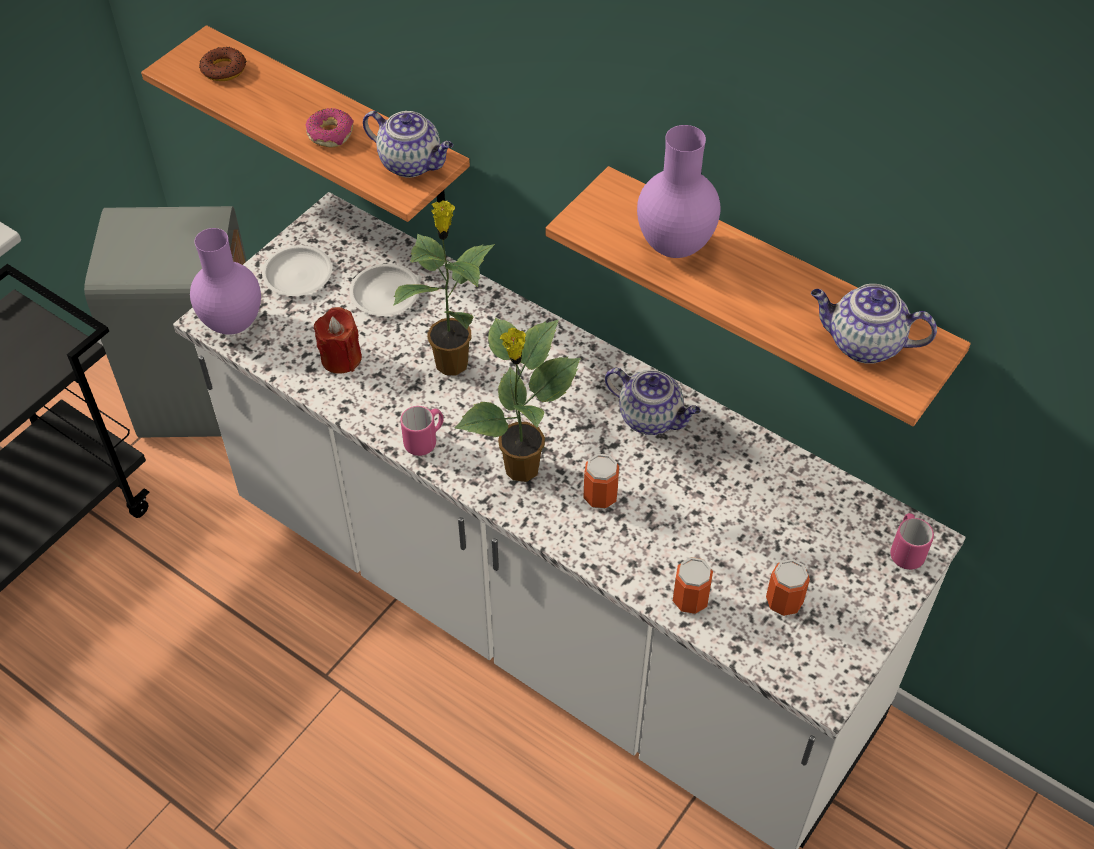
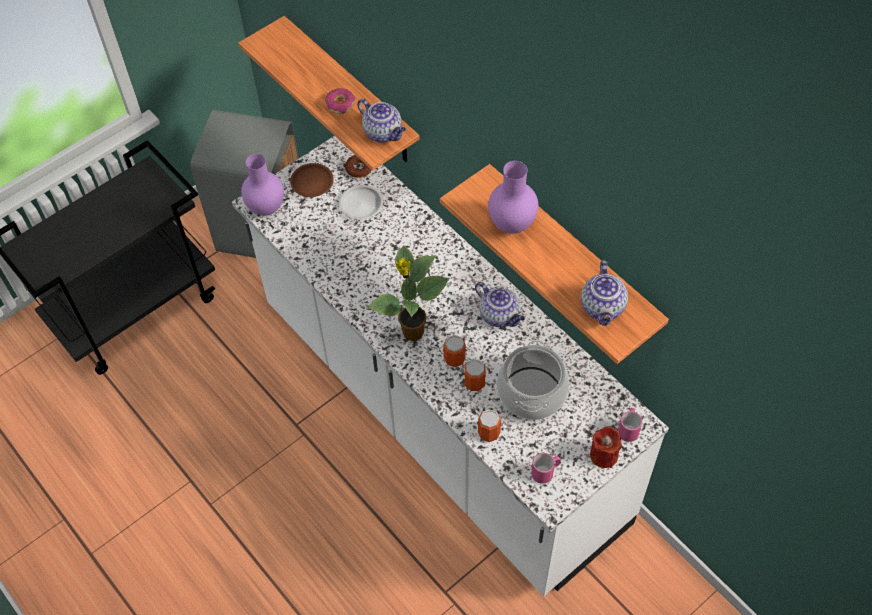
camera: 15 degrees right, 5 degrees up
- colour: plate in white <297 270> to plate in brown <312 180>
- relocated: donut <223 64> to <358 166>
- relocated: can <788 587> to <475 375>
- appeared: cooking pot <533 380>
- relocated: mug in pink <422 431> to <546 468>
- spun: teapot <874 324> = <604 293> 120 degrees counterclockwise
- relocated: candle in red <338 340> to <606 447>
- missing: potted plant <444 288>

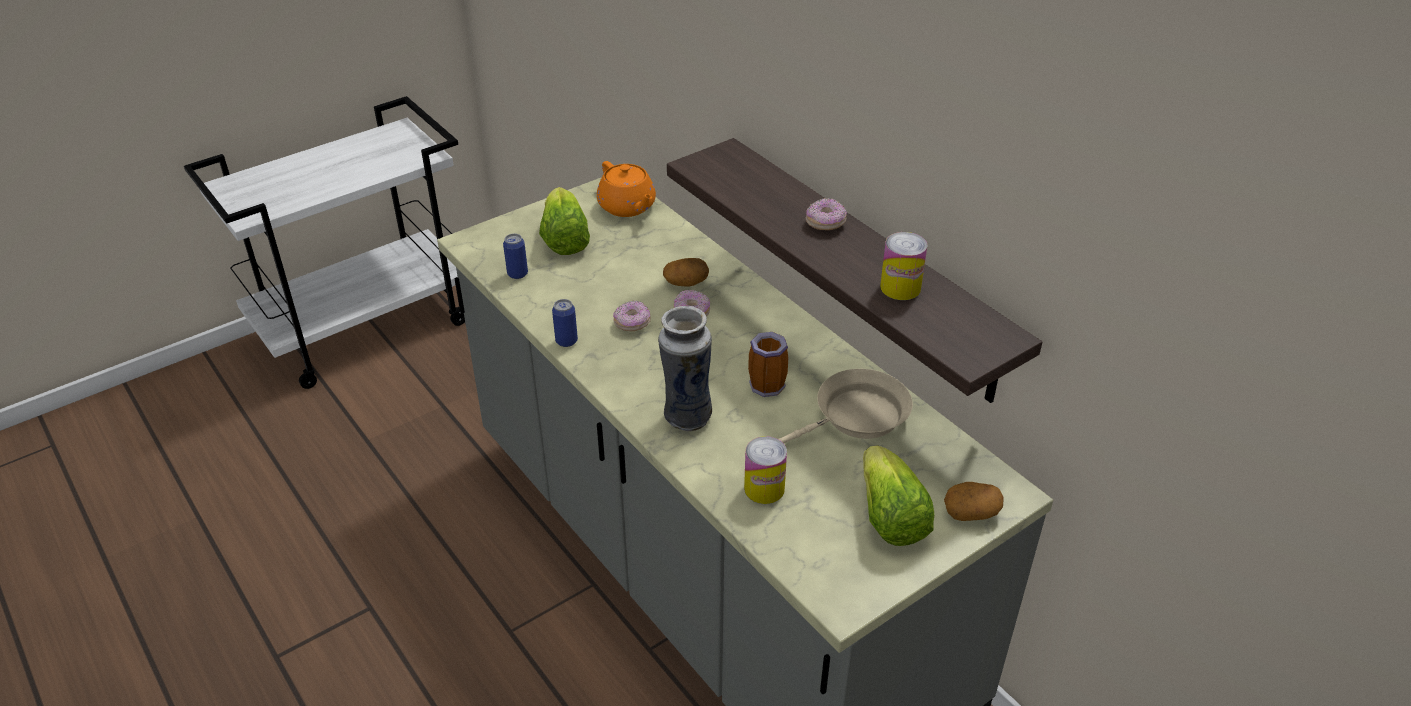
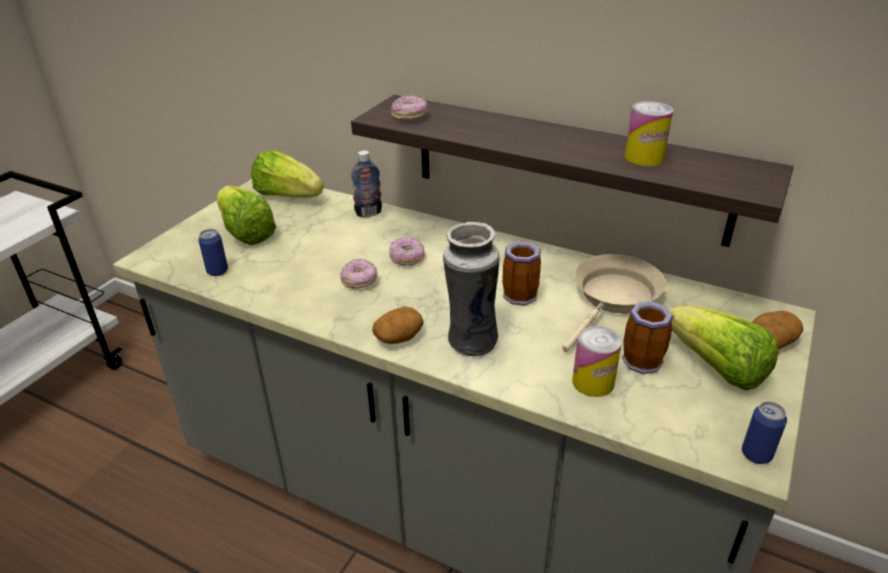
camera: 25 degrees left, 5 degrees down
- exchanged: teapot in orange <626 189> to lettuce <287 173>
- appeared: bottle <366 183>
- relocated: potato <686 272> to <397 325>
- relocated: donut <826 214> to <409 108>
- appeared: mug <648 337>
- relocated: can <565 323> to <764 432>

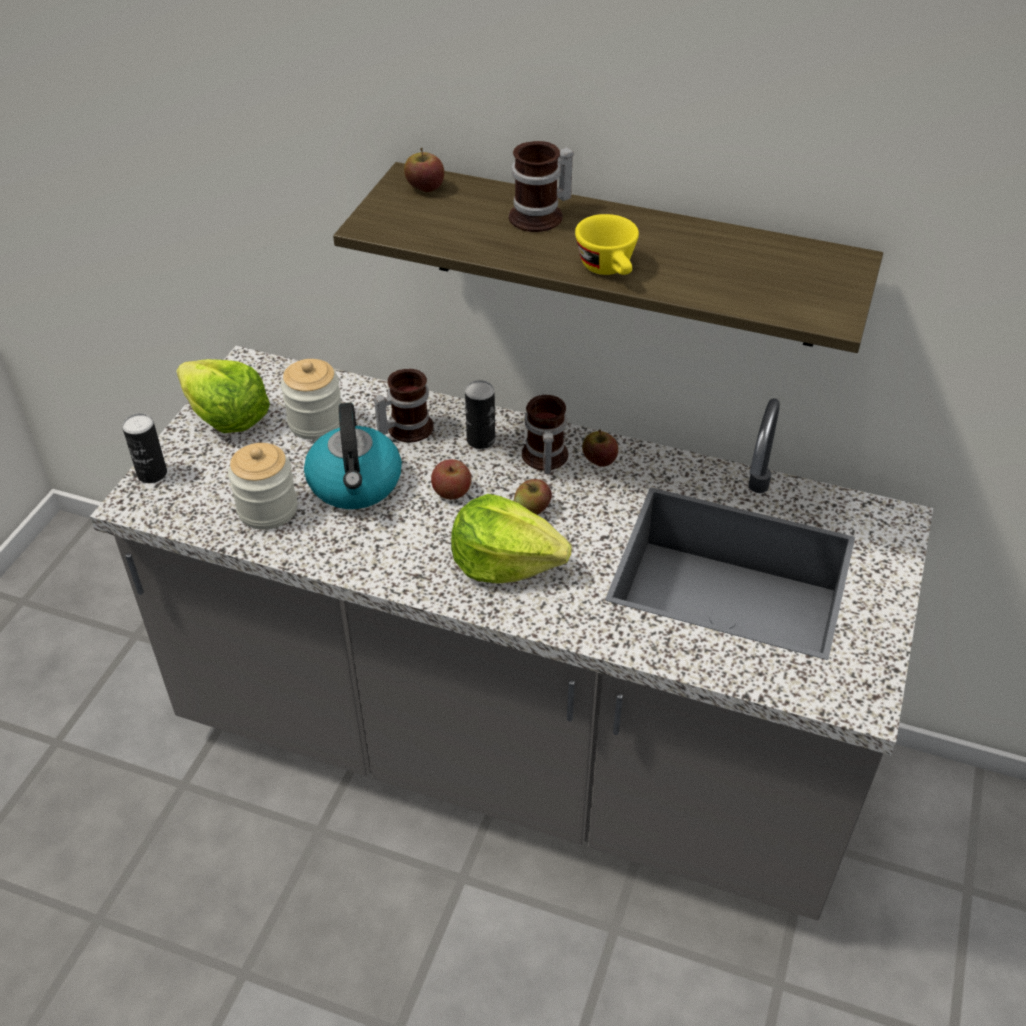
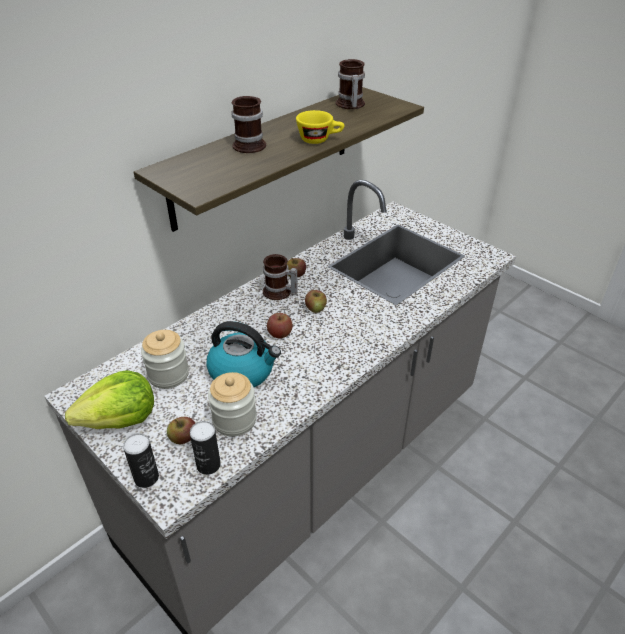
camera: 65 degrees left, 5 degrees down
- relocated: apple <424 170> to <181 430>
- relocated: can <480 414> to <205 448>
- relocated: mug <404 405> to <350 84>
- missing: lettuce <511 539>

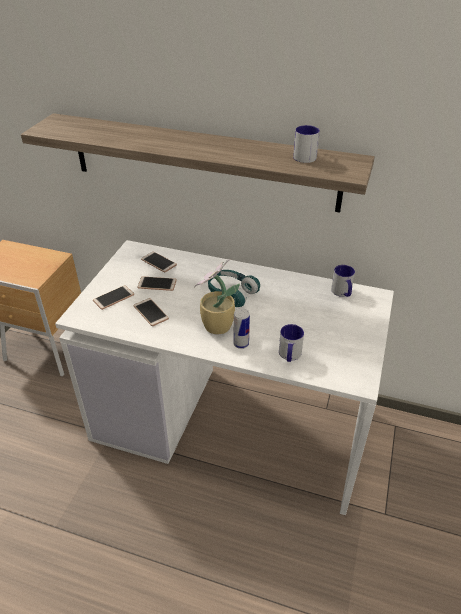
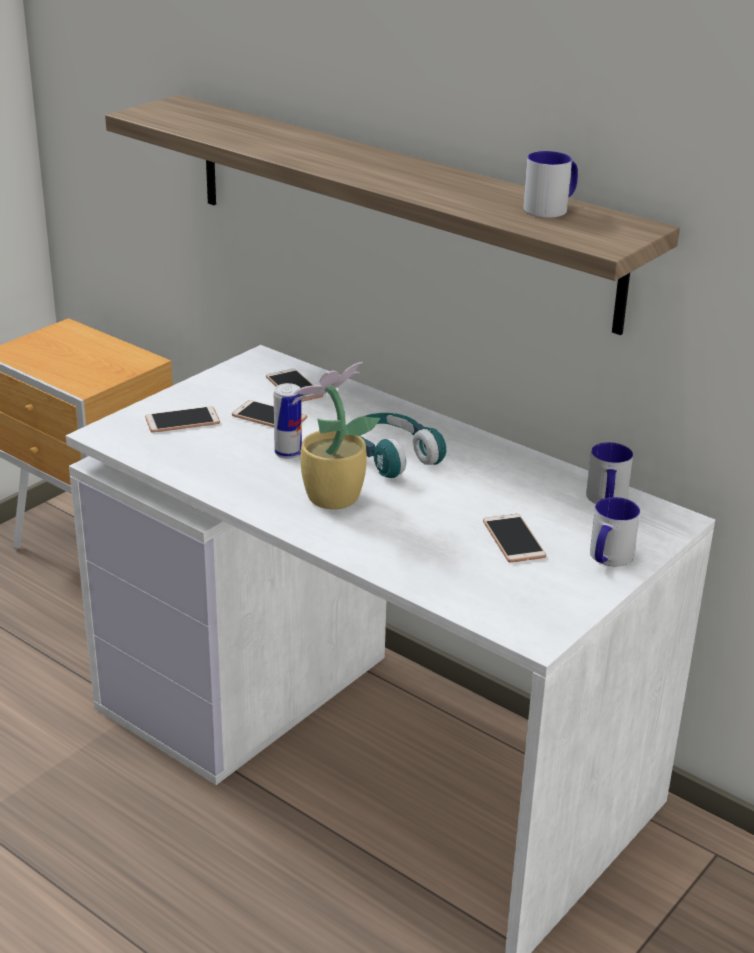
camera: 20 degrees right, 10 degrees down
- relocated: can <242 328> to <288 421>
- relocated: phone <151 312> to <514 538>
- relocated: mug <291 343> to <615 531>

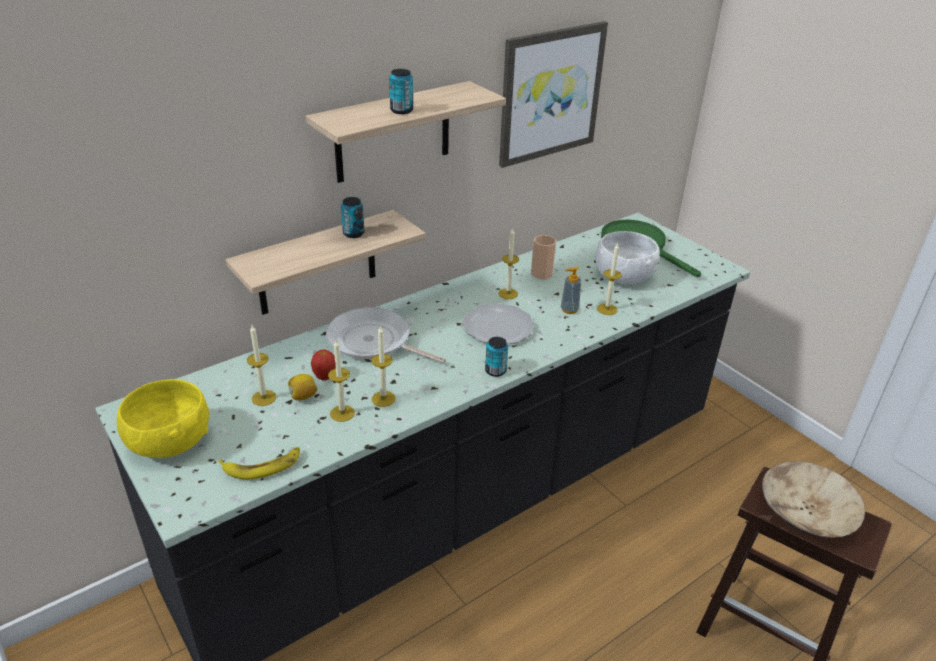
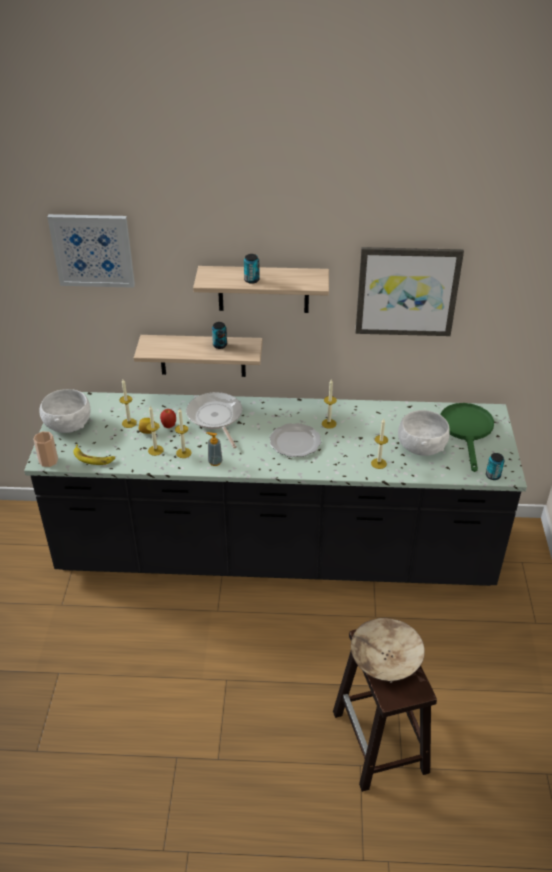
camera: 40 degrees right, 5 degrees up
- relocated: cup <544 257> to <45 449>
- colour: bowl in yellow <163 418> to bowl in white <64 411>
- appeared: picture <91 251>
- relocated: soap dispenser <571 290> to <214 449>
- relocated: can <496 357> to <495 466>

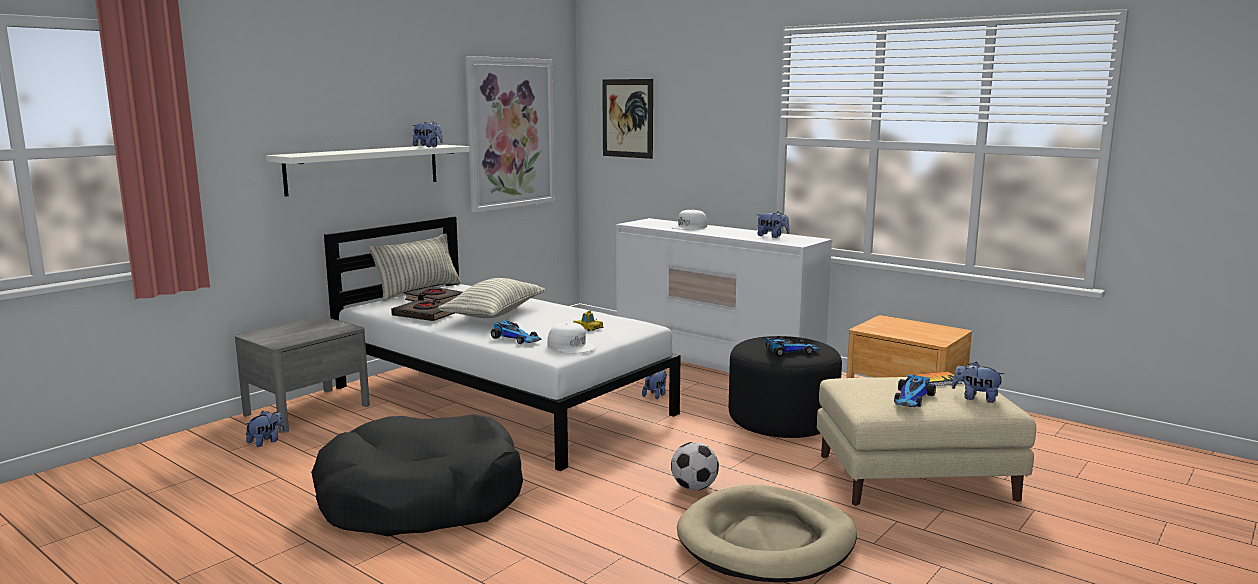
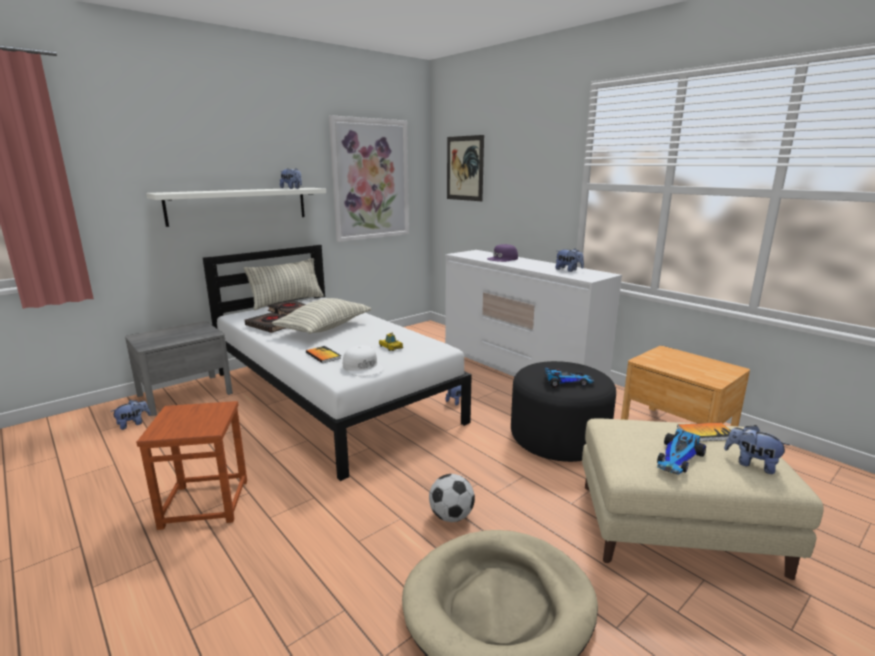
camera: 10 degrees right, 5 degrees up
- exchanged: dog bed in black <417 475> to stool in brown <191 465>
- exchanged: toy car <516 332> to book <323 354>
- colour: cap in white <689 219> to cap in purple <502 253>

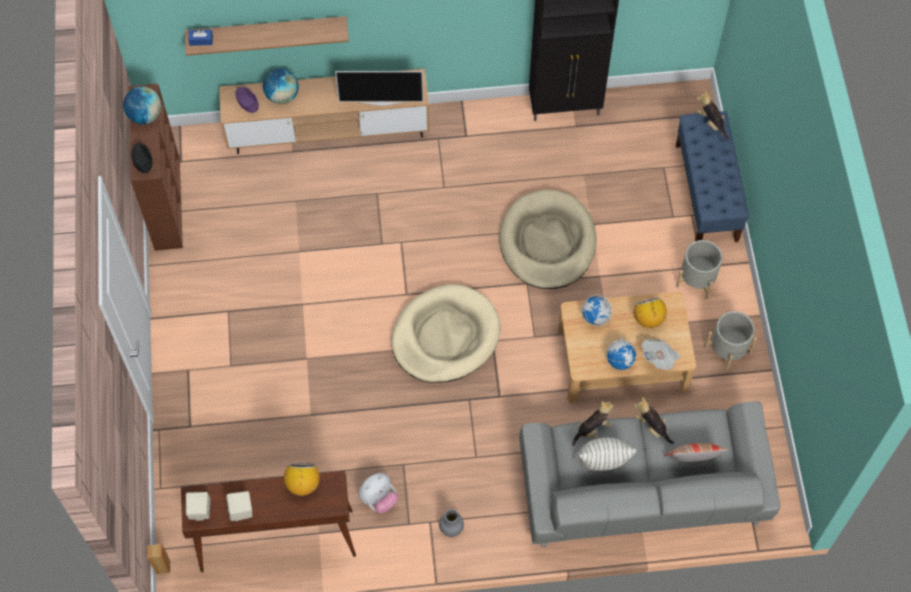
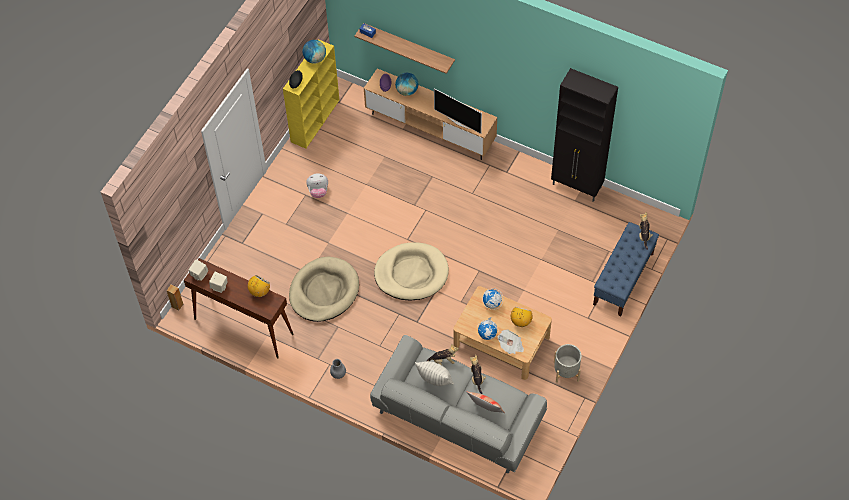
camera: 35 degrees right, 5 degrees down
- colour: bookcase in brown <156 167> to bookcase in yellow <311 94>
- relocated: dog bed in beige <548 239> to <324 289>
- relocated: plush toy <378 493> to <317 185>
- missing: planter in grey <699 269>

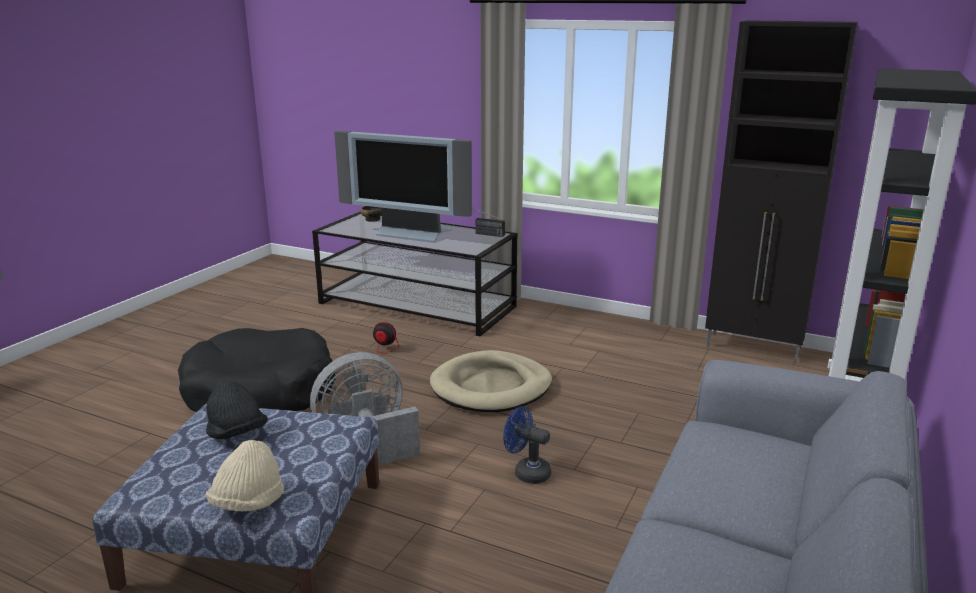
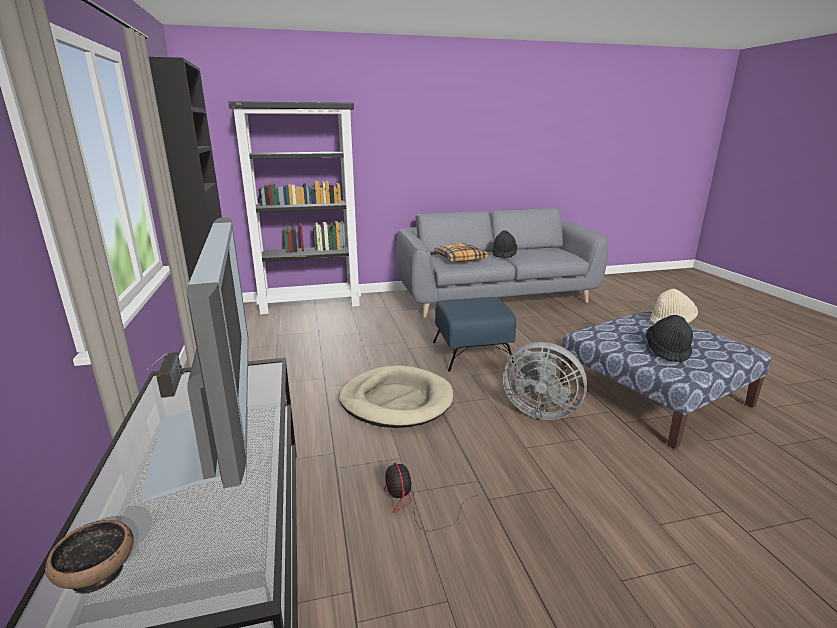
camera: 130 degrees left, 0 degrees up
- exchanged: fan in blue <527 445> to ottoman in blue <474 334>
- appeared: pillow <461 252>
- appeared: hat in black <504 244>
- missing: dog bed in black <257 370>

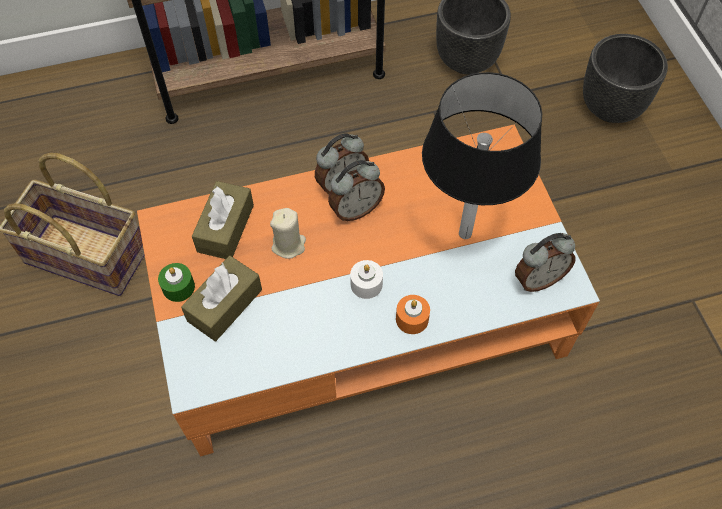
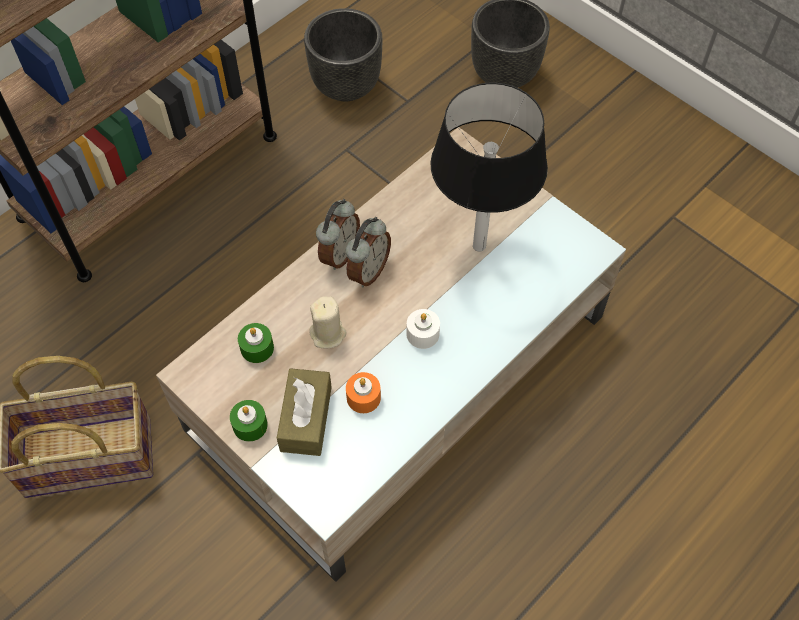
camera: 30 degrees left, 0 degrees up
- colour: coffee table in orange <368 290> to coffee table in beige <391 355>
- exchanged: tissue box in brown <223 220> to candle in green <256 343>
- relocated: candle in orange <413 314> to <363 392>
- missing: alarm clock <545 262>

